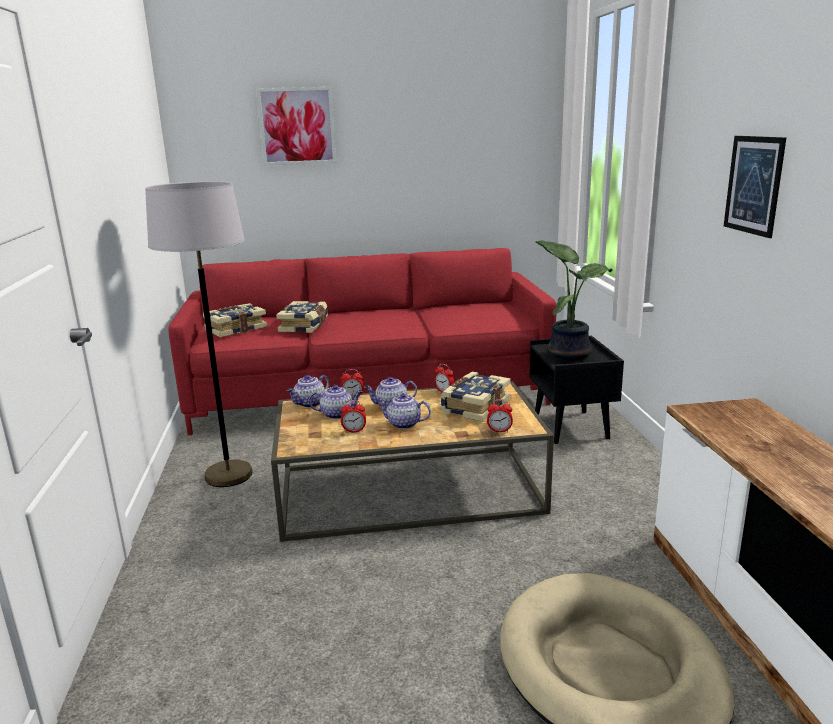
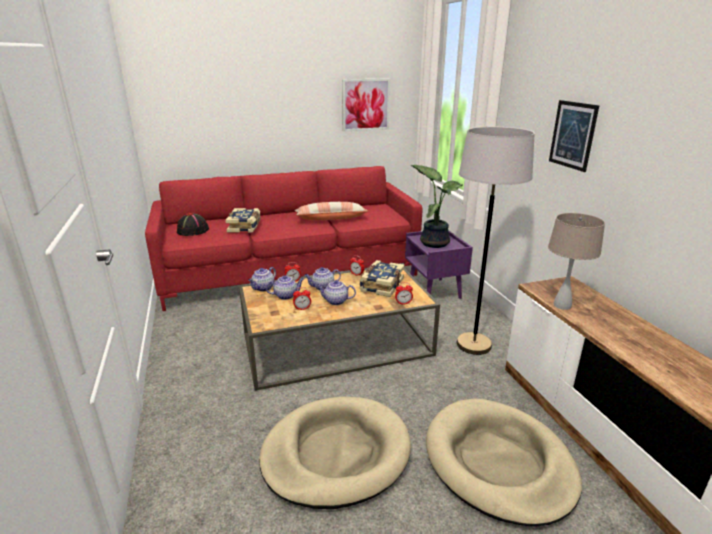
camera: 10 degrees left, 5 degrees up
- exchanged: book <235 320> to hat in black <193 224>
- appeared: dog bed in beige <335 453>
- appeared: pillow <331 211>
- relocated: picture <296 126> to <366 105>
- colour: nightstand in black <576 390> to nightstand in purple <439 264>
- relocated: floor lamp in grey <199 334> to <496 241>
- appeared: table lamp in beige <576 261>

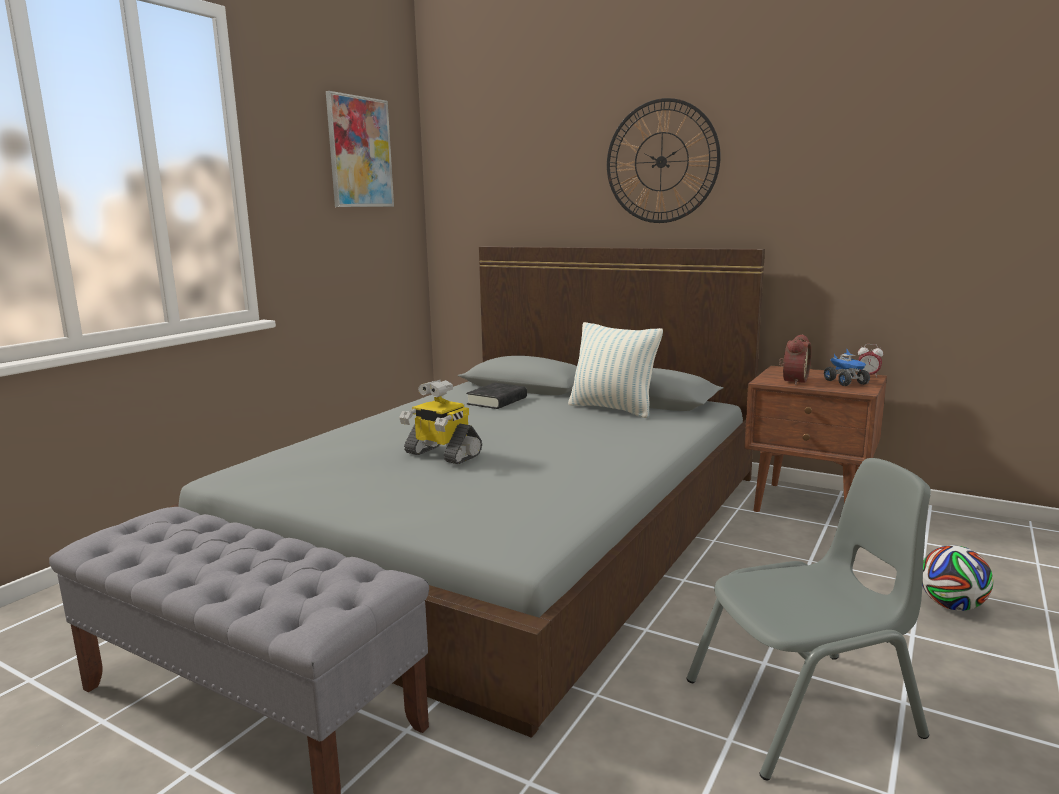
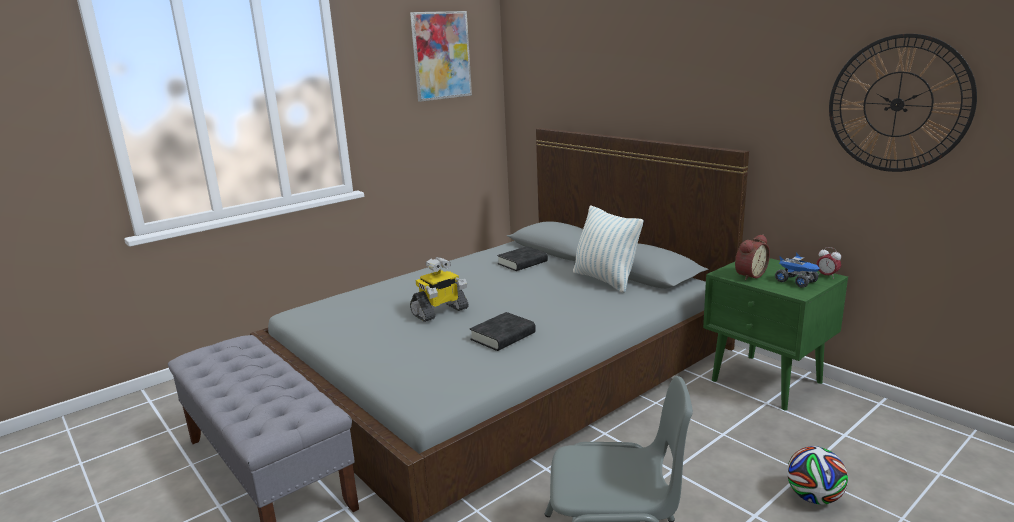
camera: 20 degrees right, 5 degrees up
- spun: toy robot <440 422> = <439 289> 90 degrees counterclockwise
- appeared: book in black <503 331>
- colour: nightstand in brown <815 439> to nightstand in green <775 334>
- spun: toy truck <847 367> = <797 270> 45 degrees counterclockwise
- relocated: wall clock <664 160> to <903 103>

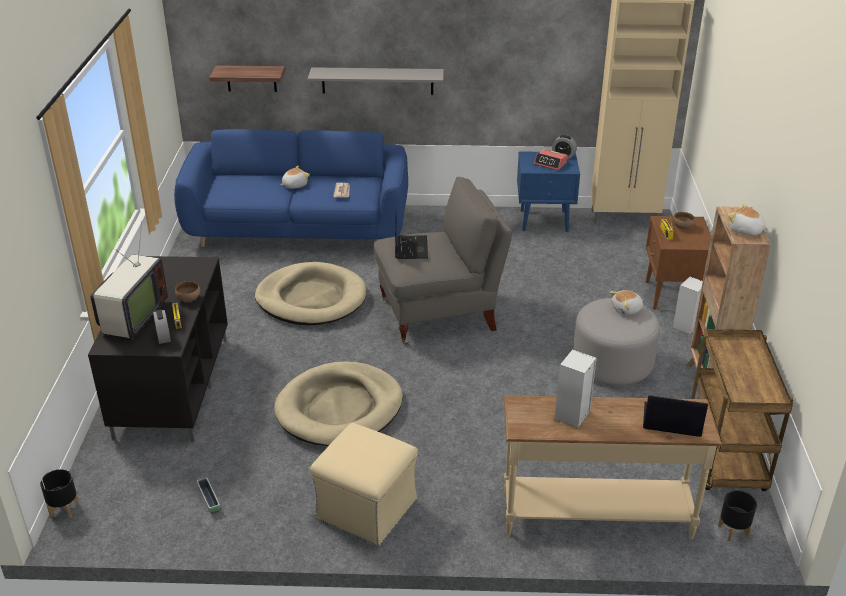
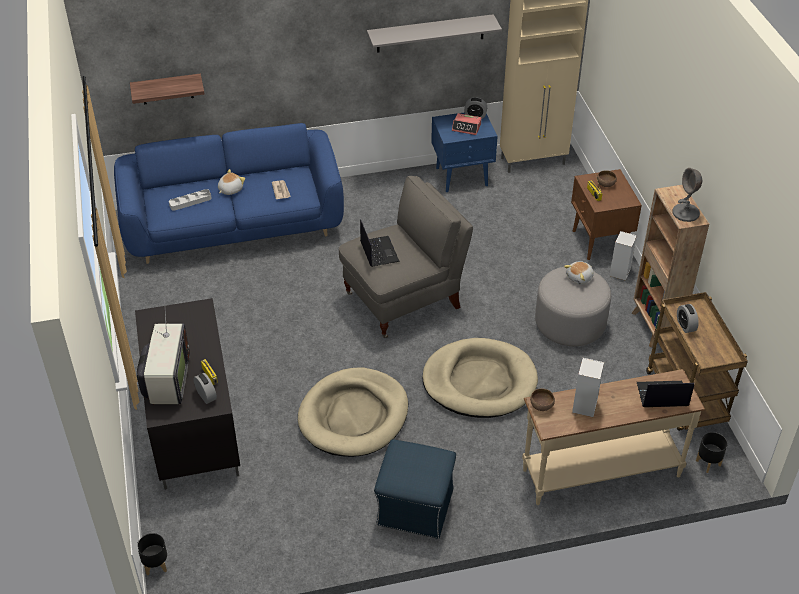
camera: 15 degrees left, 10 degrees up
- appeared: tray in grey <190 200>
- relocated: shelf in grey <376 81> to <434 33>
- colour: ottoman in beige <363 484> to ottoman in blue <415 489>
- relocated: dog bed in beige <310 293> to <480 378>
- relocated: bowl in brown <187 291> to <542 399>
- exchanged: plush toy <747 220> to table lamp in grey <687 195>
- appeared: alarm clock <688 318>
- missing: planter <208 495>

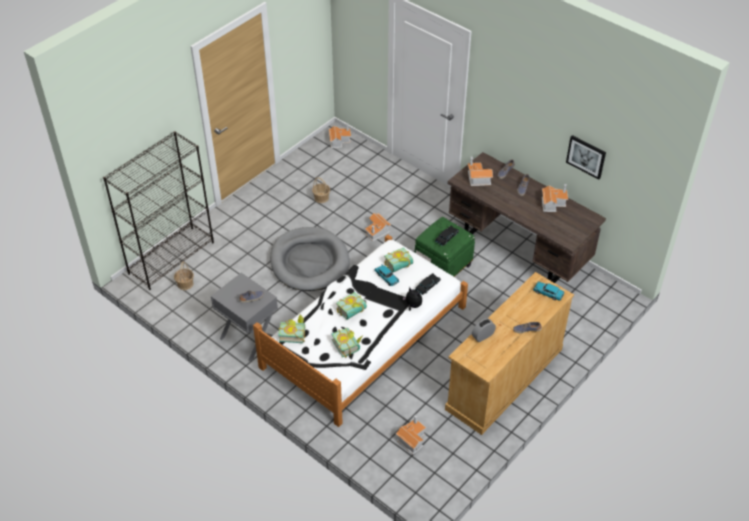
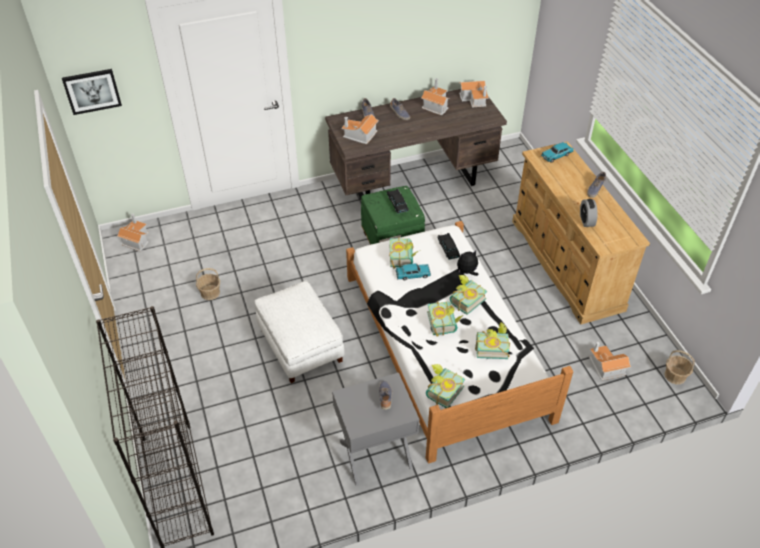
camera: 60 degrees left, 0 degrees up
- relocated: picture <586 157> to <92 92>
- exchanged: dog bed in grey <310 259> to ottoman in white <299 331>
- appeared: book <468 295>
- relocated: toy house <378 227> to <474 94>
- relocated: basket <184 276> to <679 367>

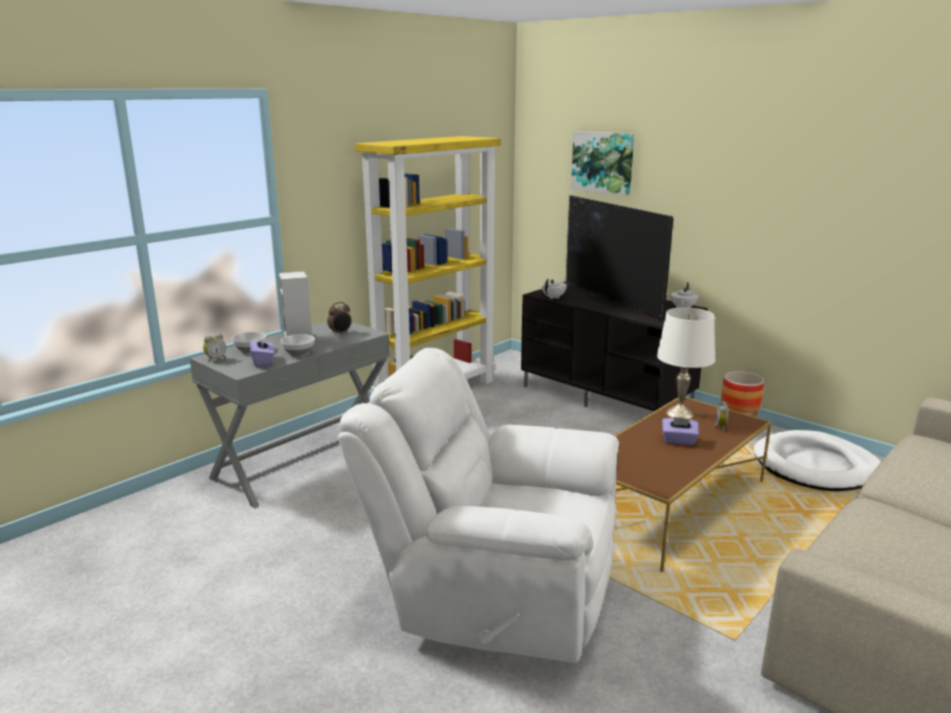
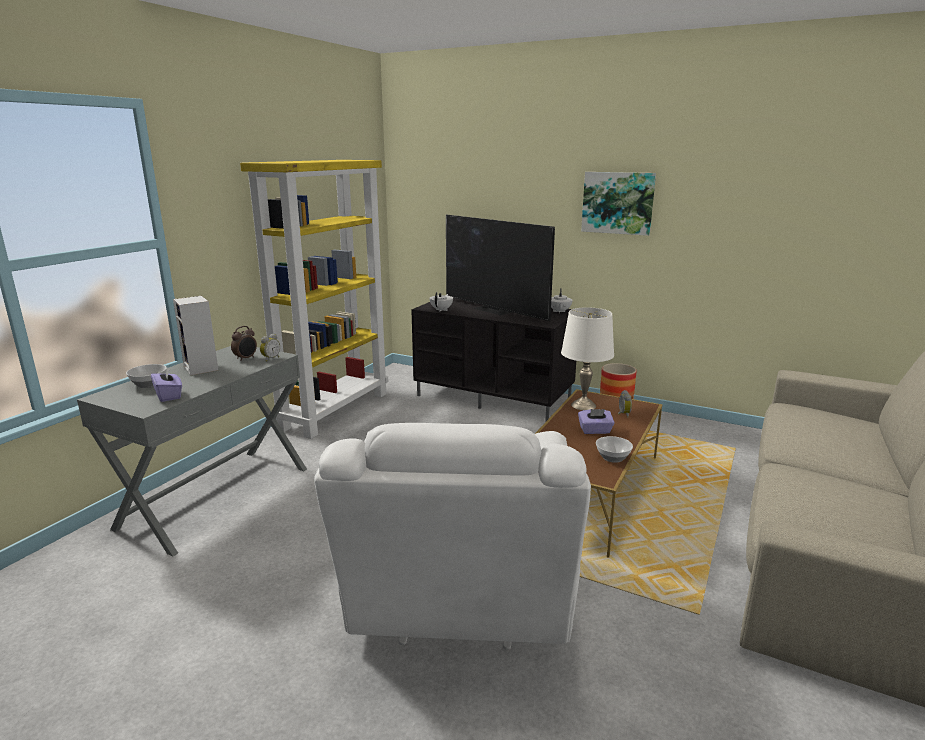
camera: 15 degrees left, 0 degrees up
- relocated: alarm clock <214 347> to <270 348>
- spun: armchair in white <478 505> = <452 536> 90 degrees counterclockwise
- relocated: picture <602 163> to <618 204>
- relocated: bowl <297 345> to <614 449>
- missing: dog bed in white <817 460>

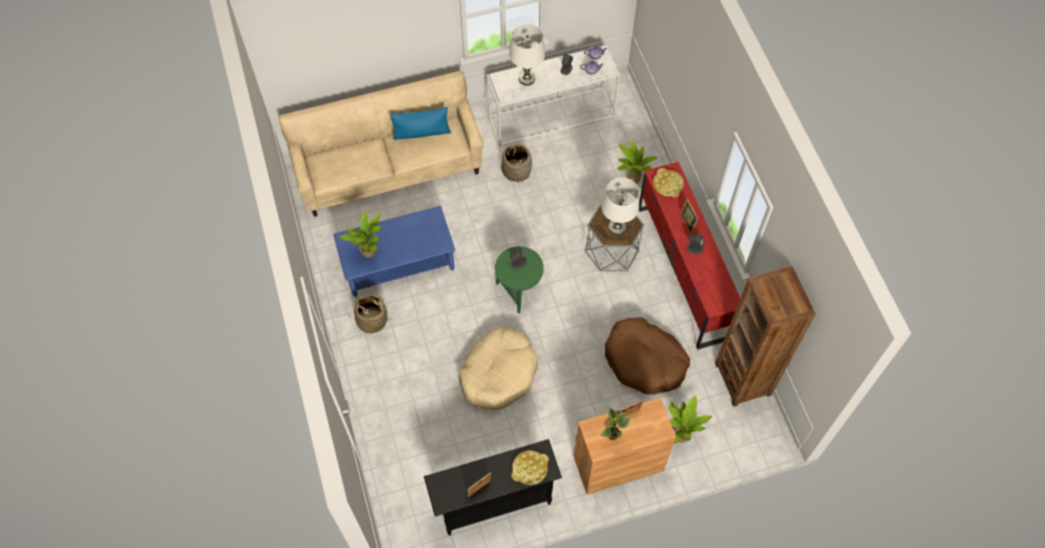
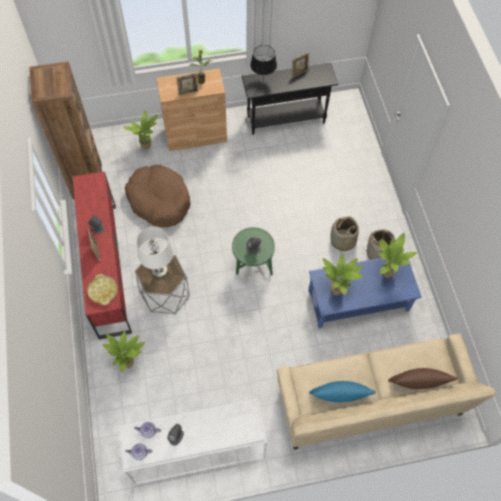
camera: 175 degrees left, 0 degrees up
- exchanged: tray in yellow <530 467> to table lamp in black <263 60>
- appeared: potted plant <343 274>
- relocated: basket <516 163> to <344 235>
- appeared: pillow in brown <422 378>
- missing: dog bed in beige <498 368>
- missing: table lamp in white <527 55>

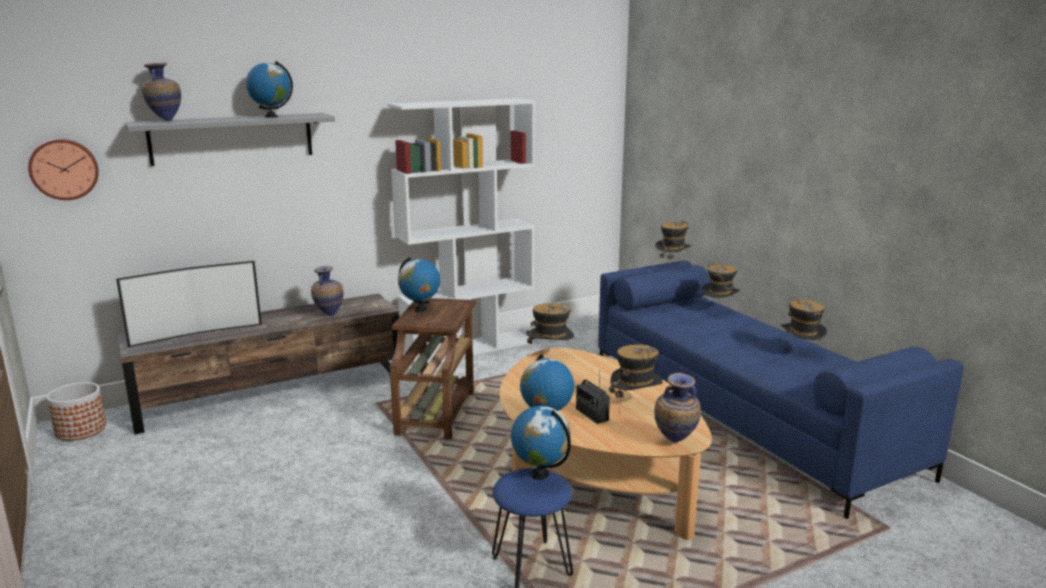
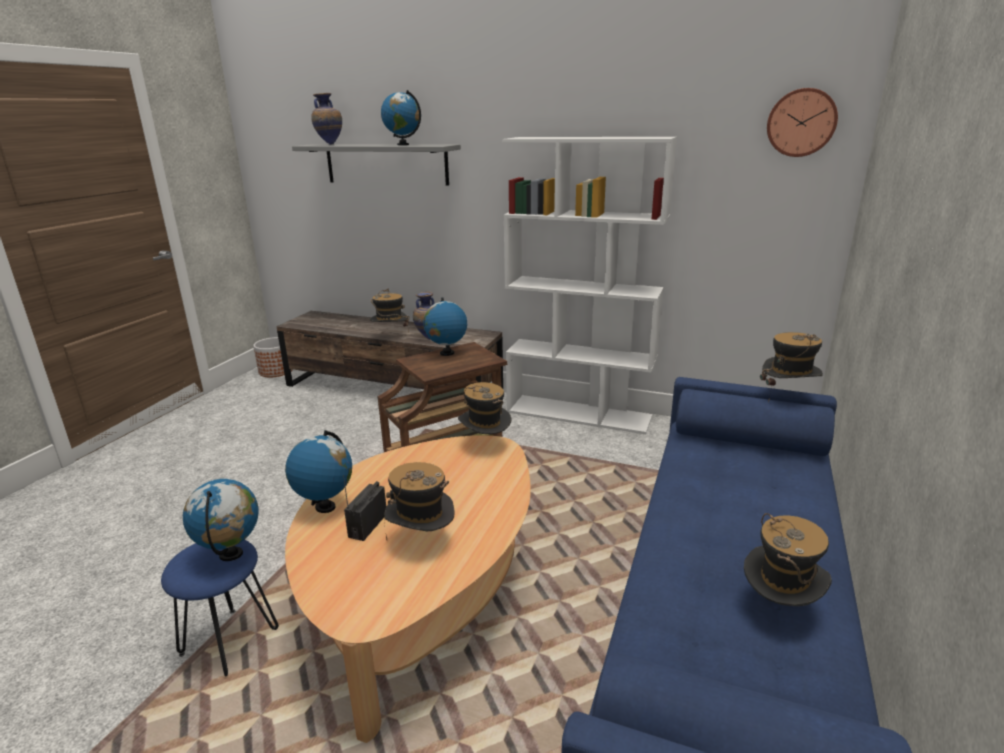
camera: 50 degrees right, 5 degrees up
- relocated: hat <720 282> to <390 311>
- relocated: wall clock <63 169> to <802 122>
- missing: television <189 304>
- missing: vase <677 408>

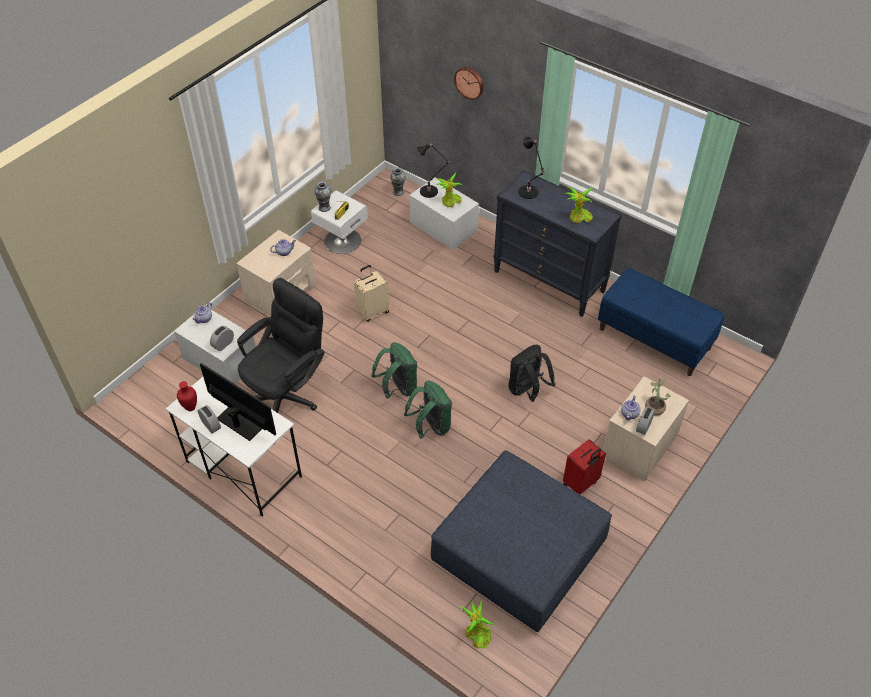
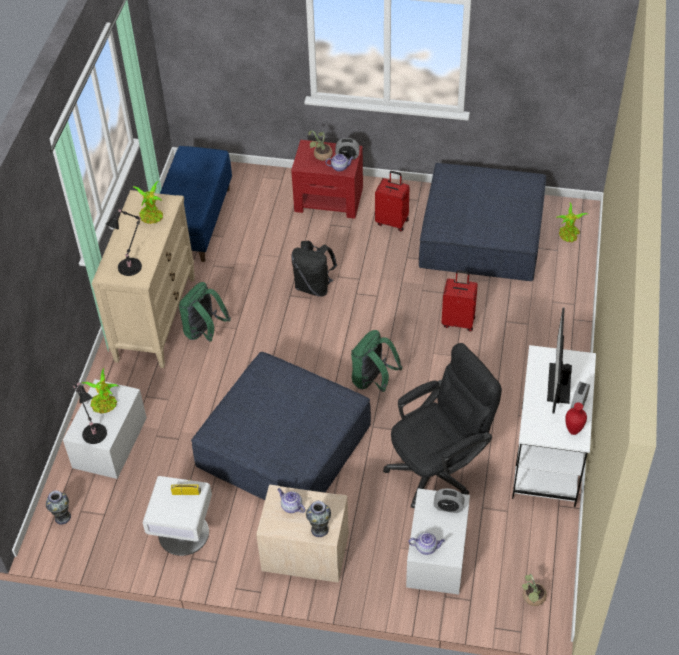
camera: 115 degrees left, 0 degrees up
- colour: dresser in black <557 243> to dresser in beige <143 279>
- relocated: backpack in green <428 409> to <205 312>
- exchanged: suitcase in beige <371 293> to ottoman in blue <281 426>
- colour: nightstand in beige <646 429> to nightstand in red <327 179>
- relocated: vase <323 196> to <318 519>
- spun: office chair in black <281 345> = <442 426> 135 degrees clockwise
- appeared: suitcase in red <460 301>
- appeared: potted plant <534 590>
- missing: wall clock <469 83>

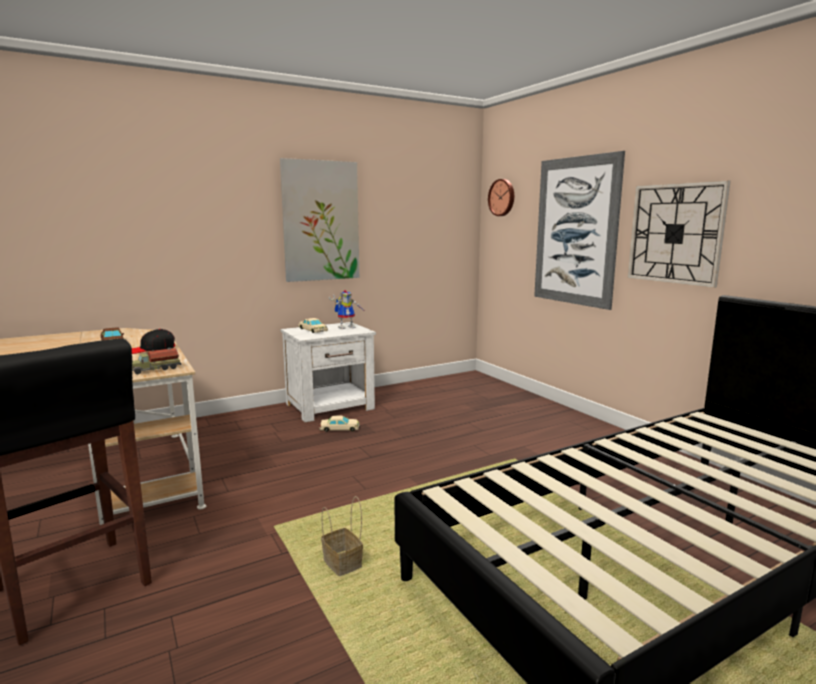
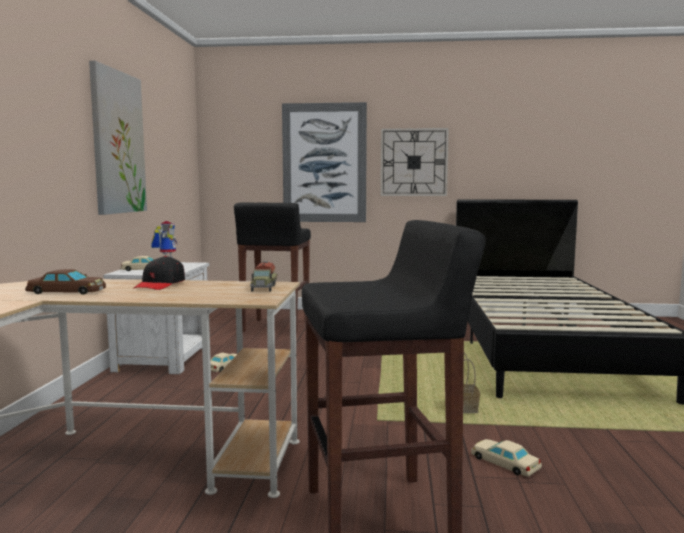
camera: 55 degrees left, 5 degrees down
- appeared: stool in black <272 268>
- appeared: toy car in beige <506 458>
- missing: wall clock <501 197>

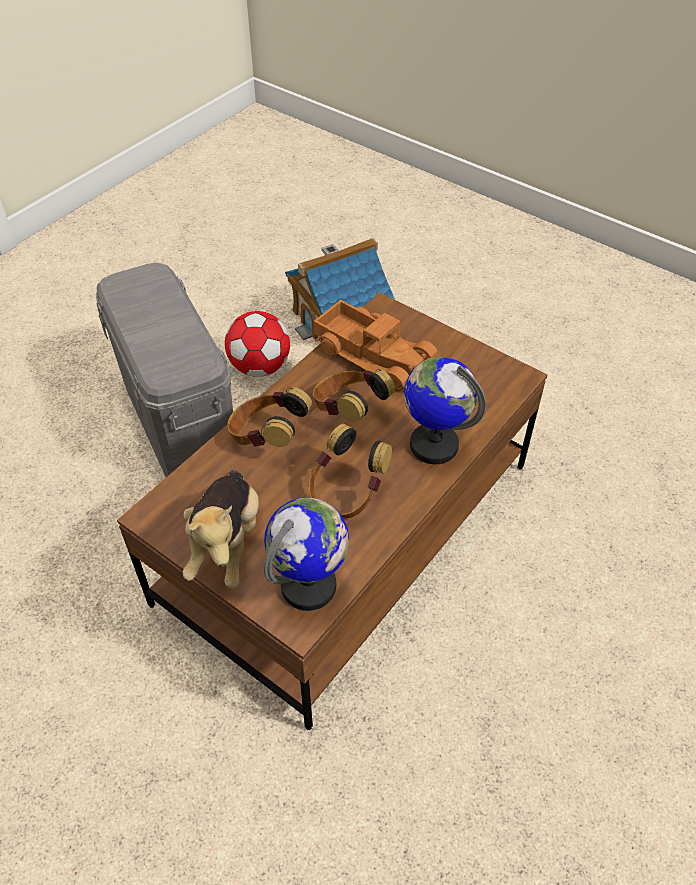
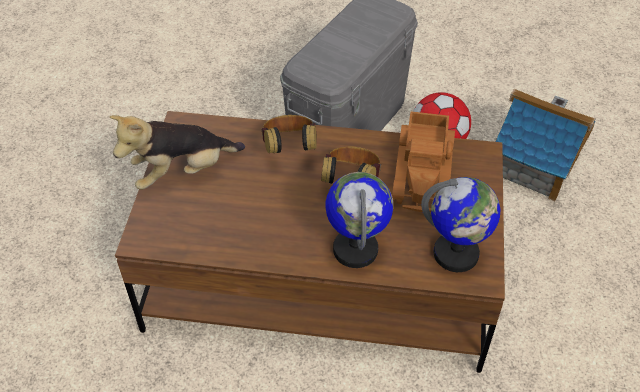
camera: 60 degrees right, 0 degrees up
- relocated: globe <306 554> to <460 224>
- missing: headphones <350 471>

